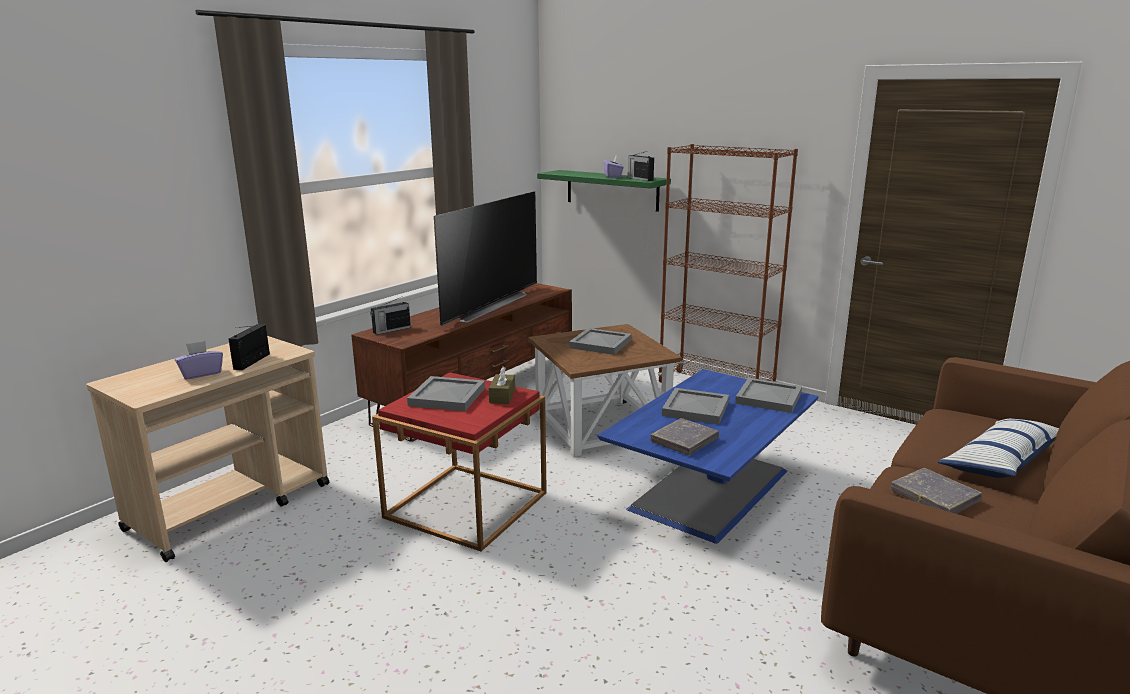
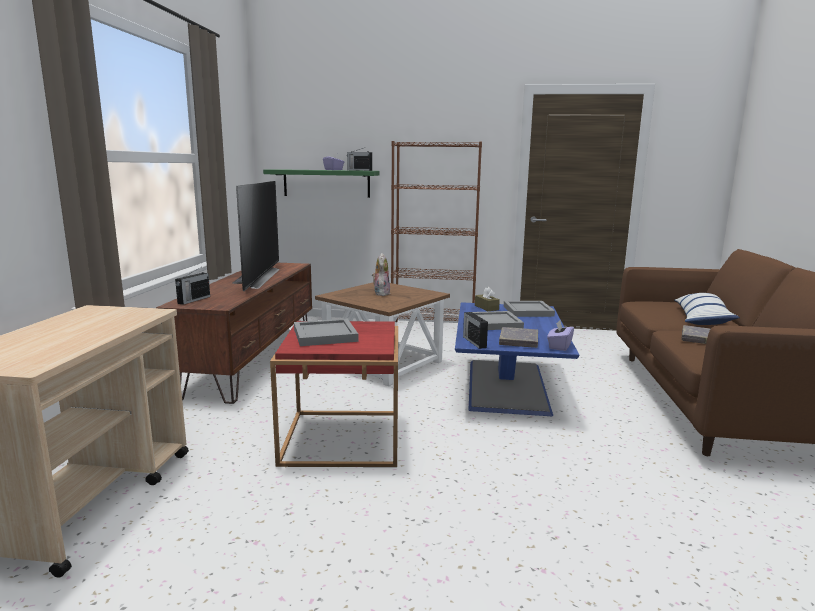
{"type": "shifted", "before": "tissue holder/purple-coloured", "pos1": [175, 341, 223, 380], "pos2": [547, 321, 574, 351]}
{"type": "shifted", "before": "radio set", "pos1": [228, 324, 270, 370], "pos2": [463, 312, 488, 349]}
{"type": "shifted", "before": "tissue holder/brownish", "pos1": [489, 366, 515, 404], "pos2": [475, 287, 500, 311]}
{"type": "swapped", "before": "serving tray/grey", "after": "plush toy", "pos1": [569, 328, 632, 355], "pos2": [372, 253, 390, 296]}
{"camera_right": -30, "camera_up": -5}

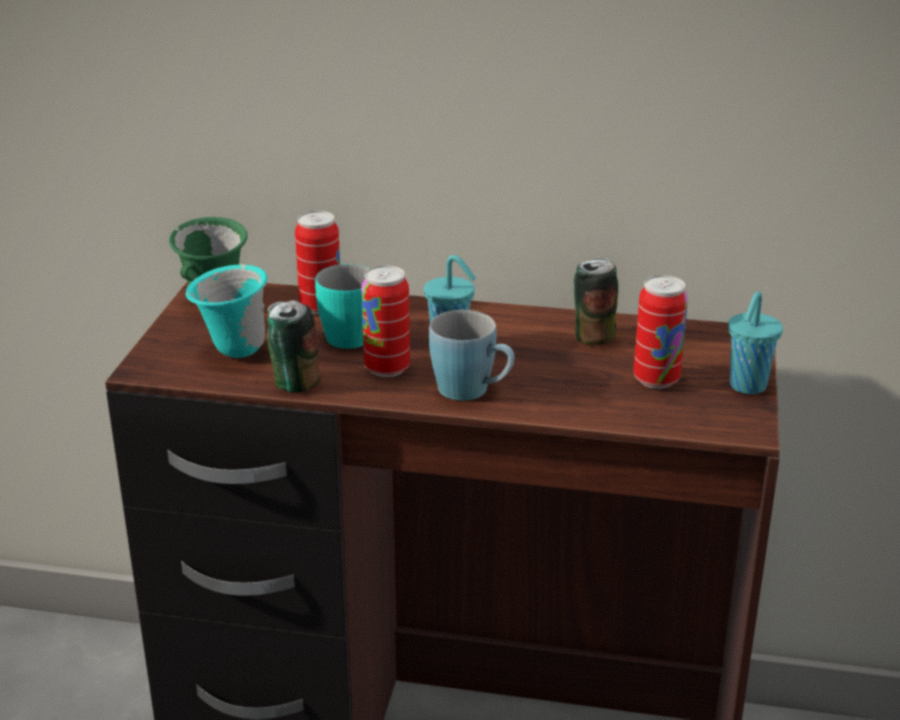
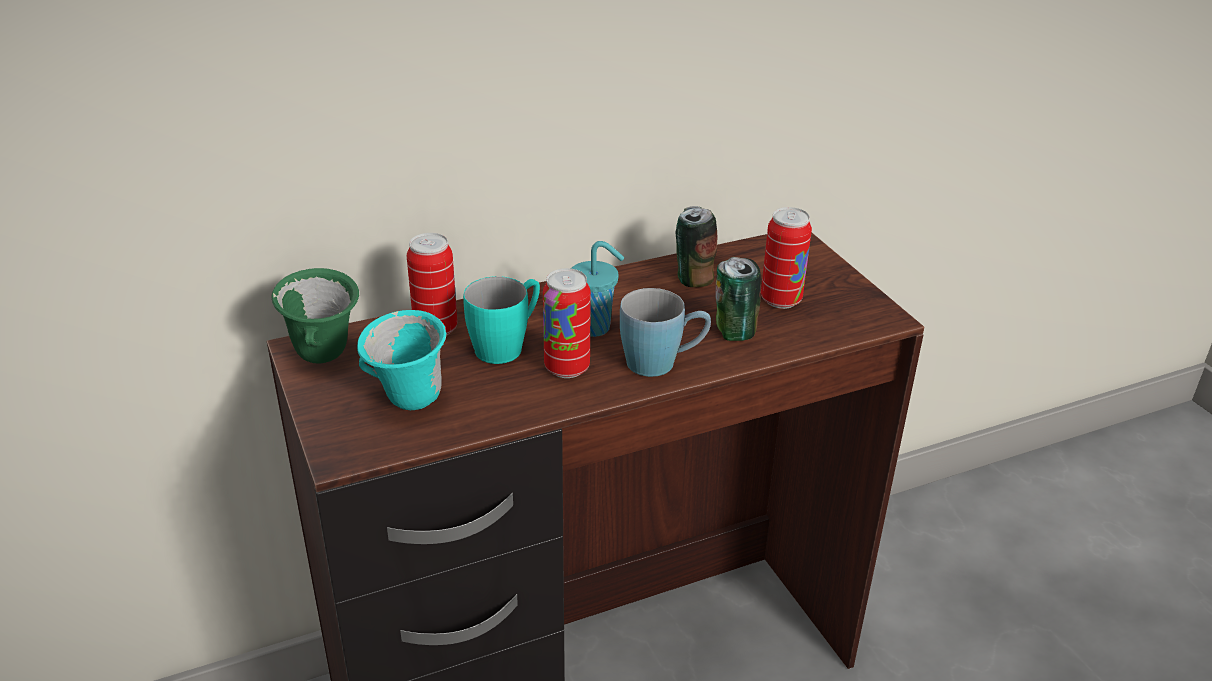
{"type": "gone", "before": "small cup/turquoise", "pos1": [728, 292, 783, 394]}
{"type": "shifted", "before": "metal can", "pos1": [267, 300, 321, 392], "pos2": [715, 257, 761, 341]}
{"camera_right": -35, "camera_up": 5}

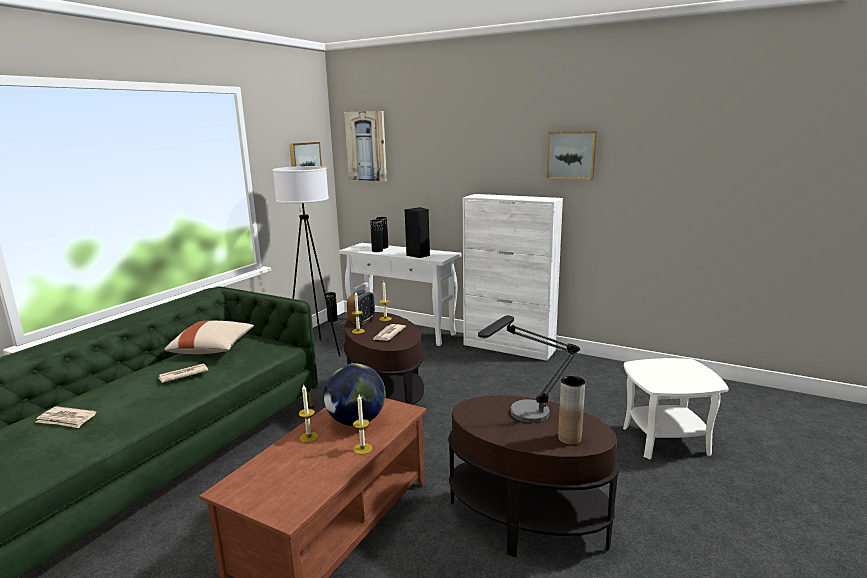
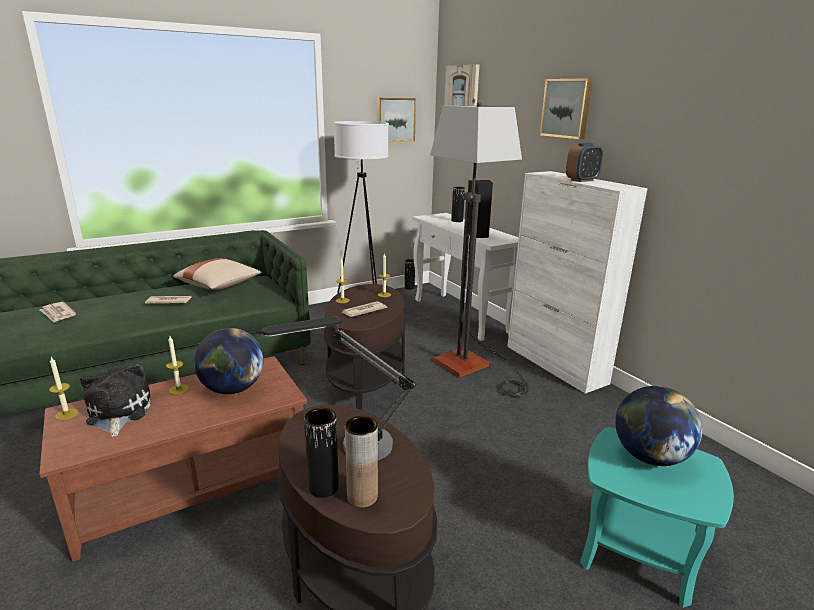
{"type": "new", "after": "plush toy", "pos2": [80, 364, 151, 437]}
{"type": "new", "after": "floor lamp", "pos2": [430, 102, 529, 397]}
{"type": "new", "after": "desk globe", "pos2": [615, 386, 702, 466]}
{"type": "shifted", "before": "table clock", "pos1": [347, 290, 375, 325], "pos2": [566, 143, 603, 182]}
{"type": "shifted", "before": "wax light", "pos1": [353, 395, 372, 455], "pos2": [49, 357, 79, 420]}
{"type": "shifted", "before": "decorative vase/black", "pos1": [370, 219, 383, 252], "pos2": [304, 408, 339, 498]}
{"type": "shifted", "before": "wall art", "pos1": [547, 131, 597, 180], "pos2": [540, 78, 593, 139]}
{"type": "repainted", "before": "accent table/white", "after": "accent table/turquoise", "pos1": [623, 358, 728, 460], "pos2": [580, 427, 734, 608]}
{"camera_right": 30, "camera_up": 5}

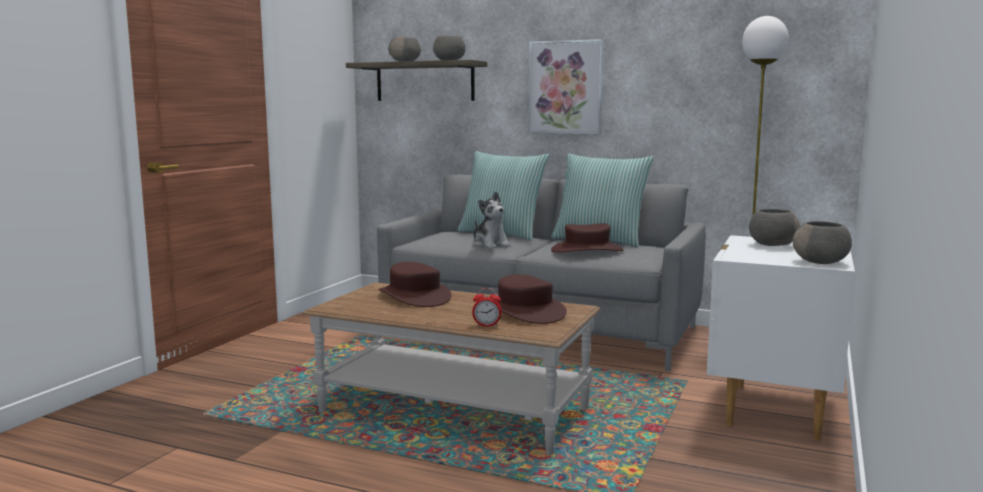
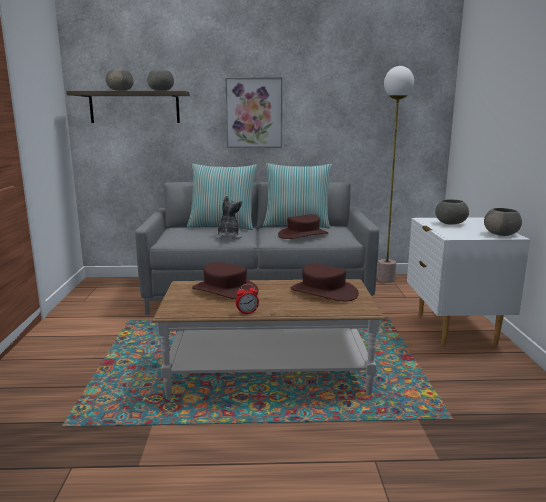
{"type": "shifted", "before": "table clock", "pos1": [472, 288, 502, 327], "pos2": [236, 284, 259, 315]}
{"type": "rotated", "before": "plush toy", "pos1": [473, 191, 511, 249], "pos2": [216, 195, 242, 239], "turn": -120}
{"camera_right": -25, "camera_up": 5}

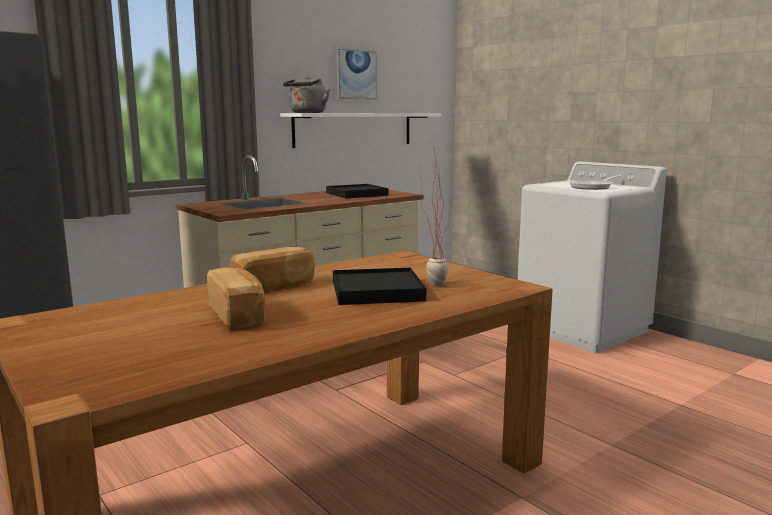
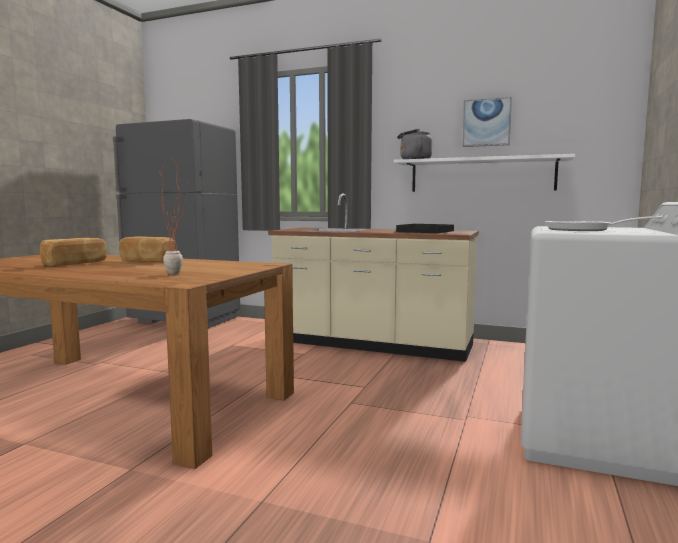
{"type": "gone", "before": "serving tray/black", "pos1": [333, 268, 426, 305]}
{"camera_right": 60, "camera_up": -5}

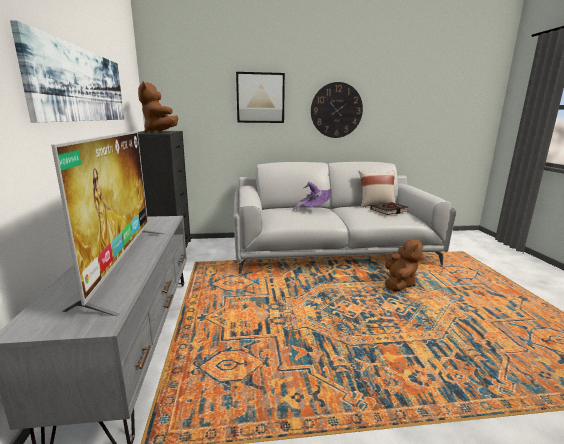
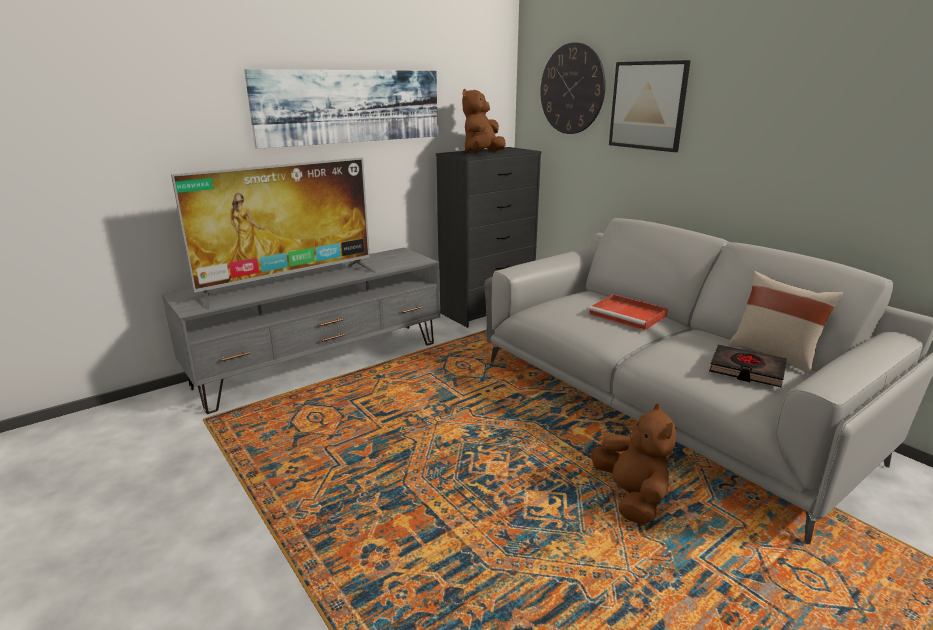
{"type": "shifted", "before": "wall clock", "pos1": [311, 82, 363, 138], "pos2": [540, 42, 606, 134]}
{"type": "swapped", "before": "wearable hat/purple-coloured", "after": "serving tray/reddish", "pos1": [293, 182, 332, 212], "pos2": [589, 294, 668, 331]}
{"type": "rotated", "before": "plush toy/brownish", "pos1": [385, 237, 423, 292], "pos2": [592, 404, 676, 525], "turn": -90}
{"camera_right": 60, "camera_up": 5}

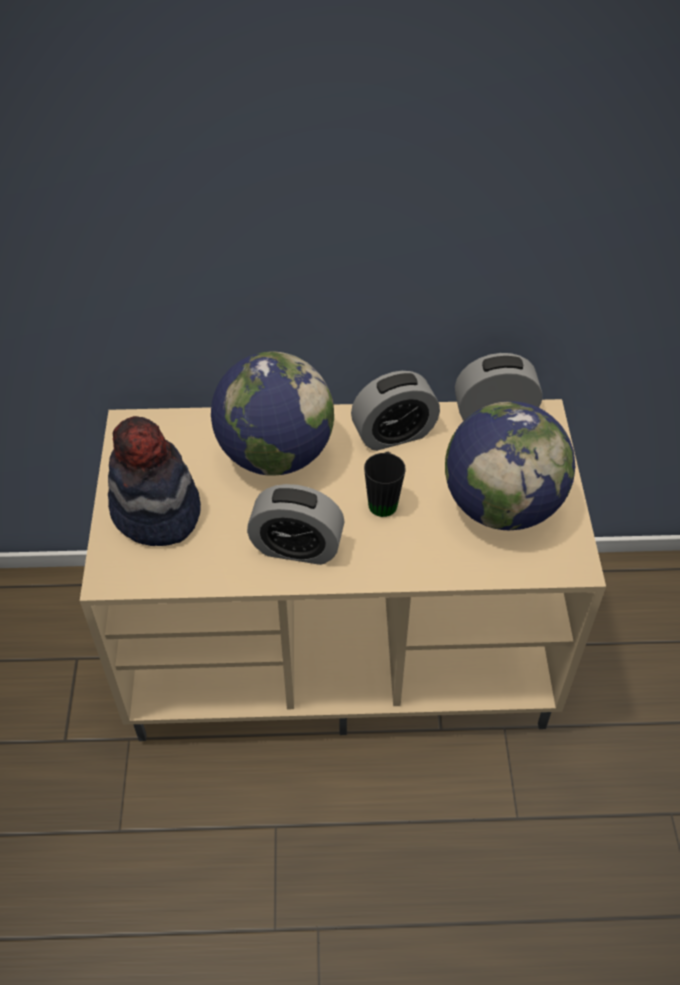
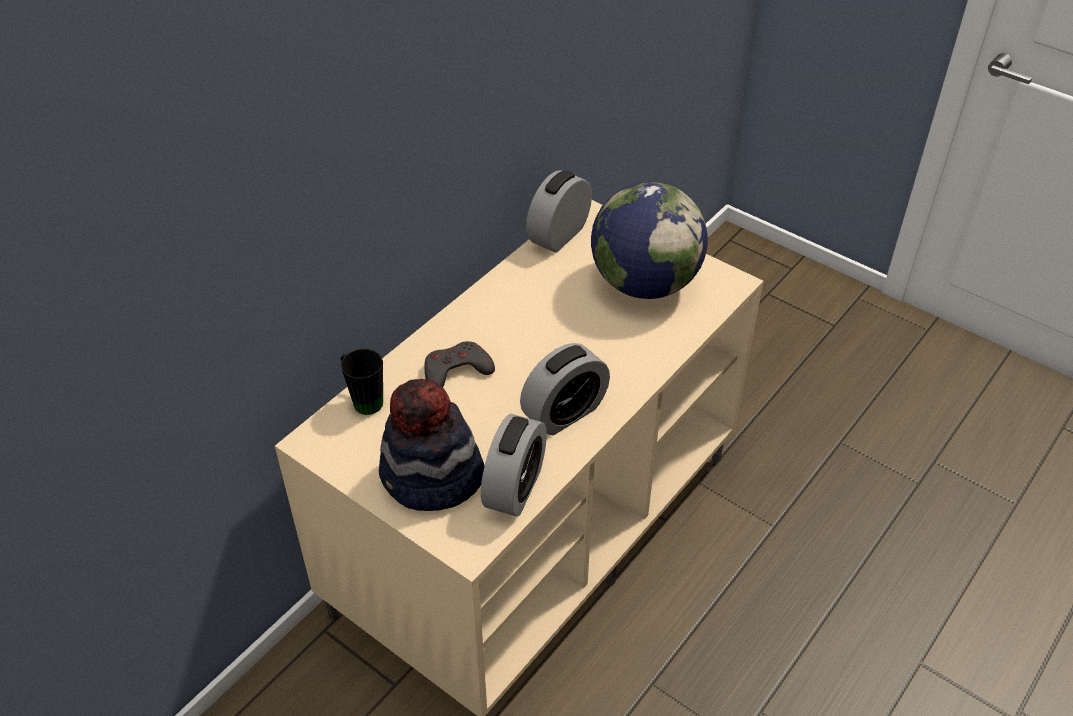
{"type": "shifted", "before": "table clock", "pos1": [351, 371, 440, 451], "pos2": [481, 414, 547, 516]}
{"type": "shifted", "before": "tea mug/black", "pos1": [364, 452, 406, 517], "pos2": [341, 349, 383, 415]}
{"type": "swapped", "before": "desk globe", "after": "game controller/grey", "pos1": [211, 352, 334, 476], "pos2": [424, 341, 495, 387]}
{"camera_right": -50, "camera_up": -5}

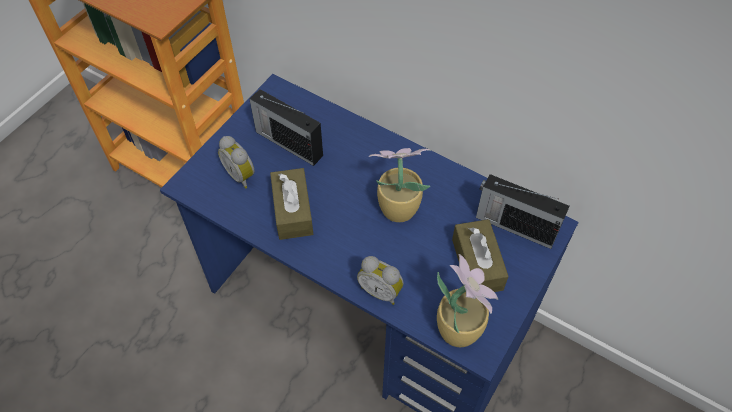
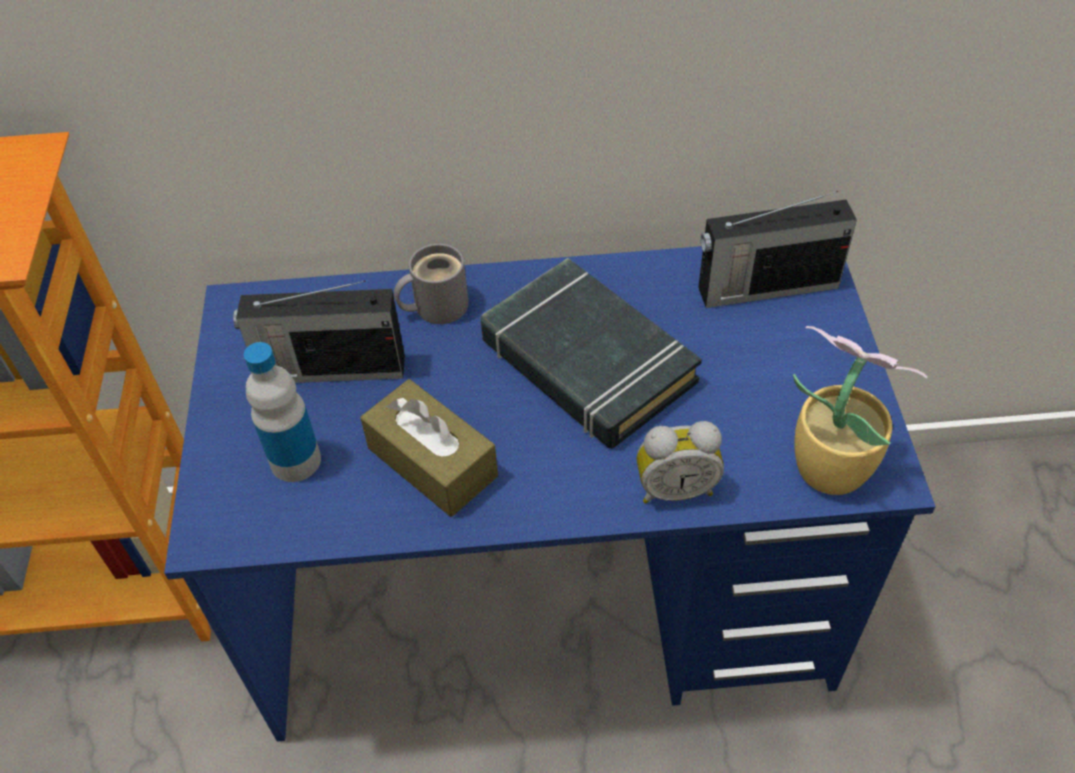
{"type": "gone", "before": "tissue holder/brownish", "pos1": [452, 219, 509, 292]}
{"type": "new", "after": "tea mug/grey", "pos2": [394, 244, 469, 324]}
{"type": "swapped", "before": "table clock", "after": "bottle", "pos1": [218, 136, 255, 189], "pos2": [244, 342, 321, 482]}
{"type": "swapped", "before": "plant in a pot", "after": "book/black", "pos1": [369, 148, 430, 222], "pos2": [481, 258, 702, 449]}
{"camera_right": -35, "camera_up": -5}

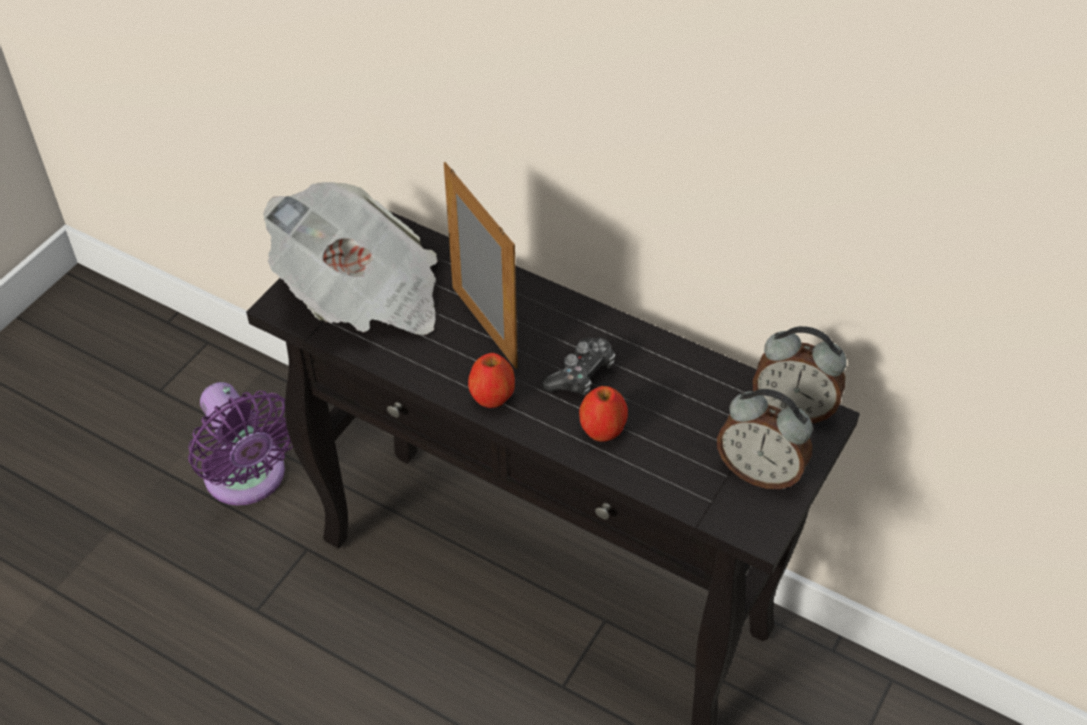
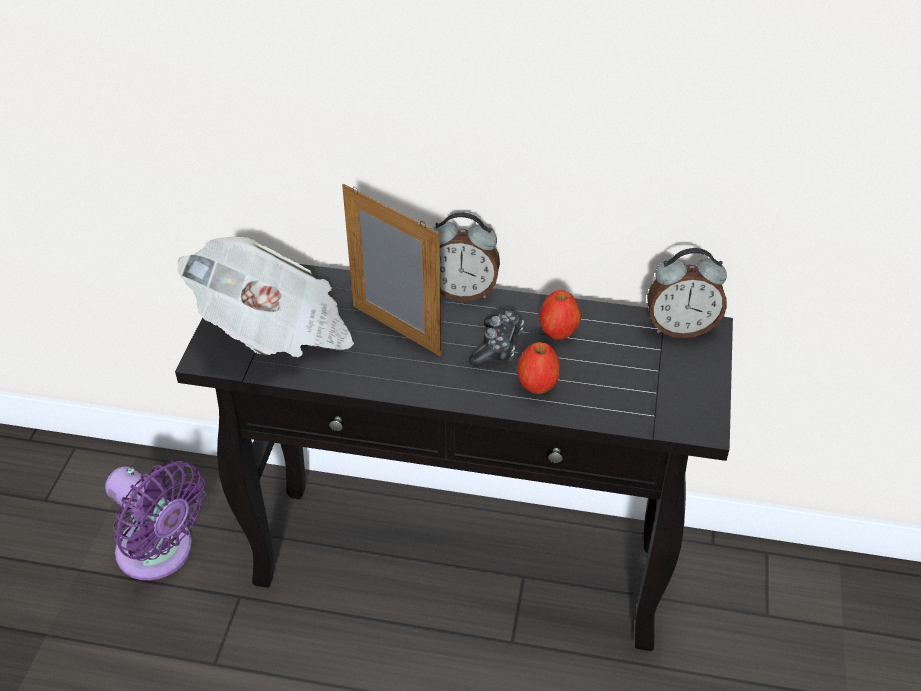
{"type": "shifted", "before": "whole apple", "pos1": [468, 353, 515, 408], "pos2": [539, 290, 581, 340]}
{"type": "shifted", "before": "table clock", "pos1": [717, 389, 813, 489], "pos2": [432, 212, 500, 301]}
{"camera_right": -20, "camera_up": -5}

